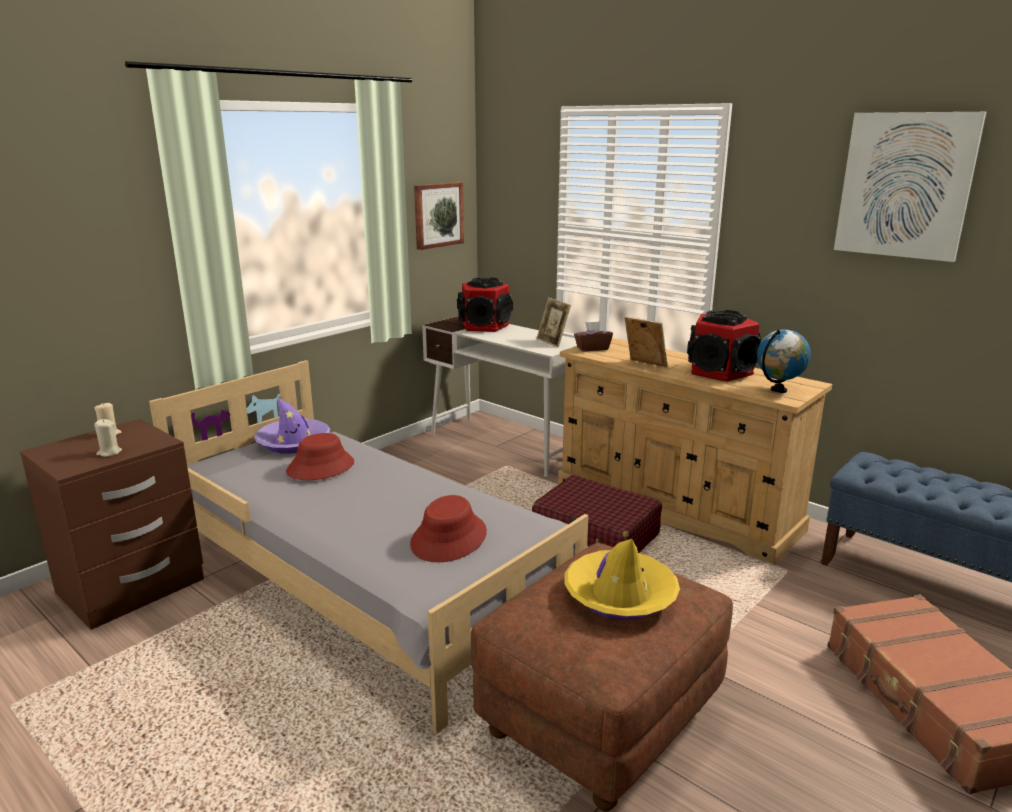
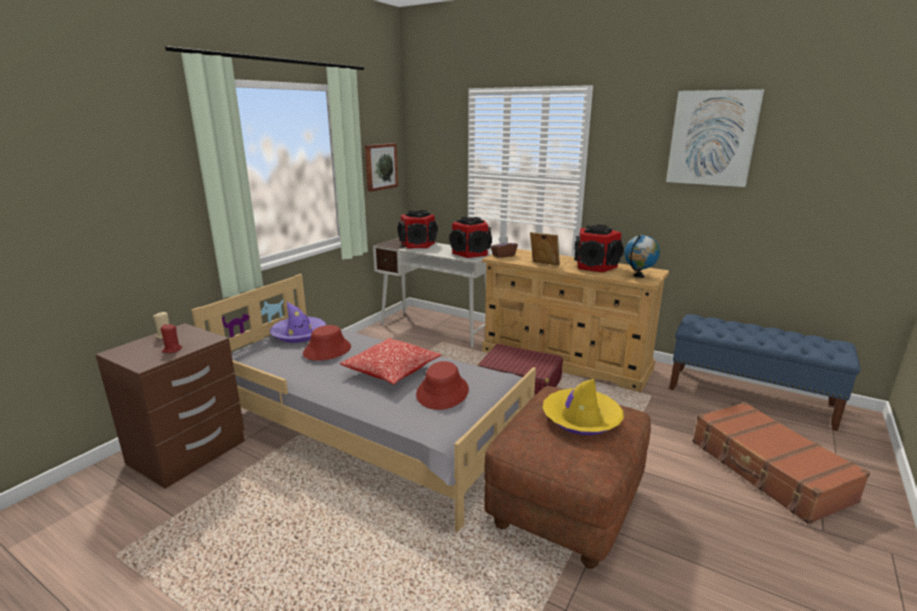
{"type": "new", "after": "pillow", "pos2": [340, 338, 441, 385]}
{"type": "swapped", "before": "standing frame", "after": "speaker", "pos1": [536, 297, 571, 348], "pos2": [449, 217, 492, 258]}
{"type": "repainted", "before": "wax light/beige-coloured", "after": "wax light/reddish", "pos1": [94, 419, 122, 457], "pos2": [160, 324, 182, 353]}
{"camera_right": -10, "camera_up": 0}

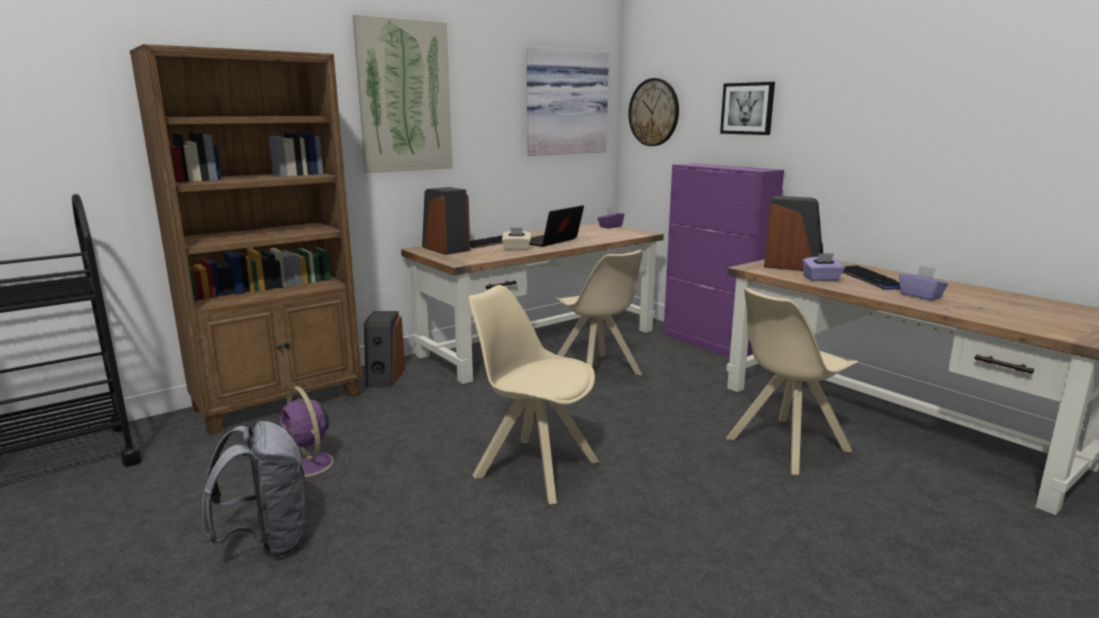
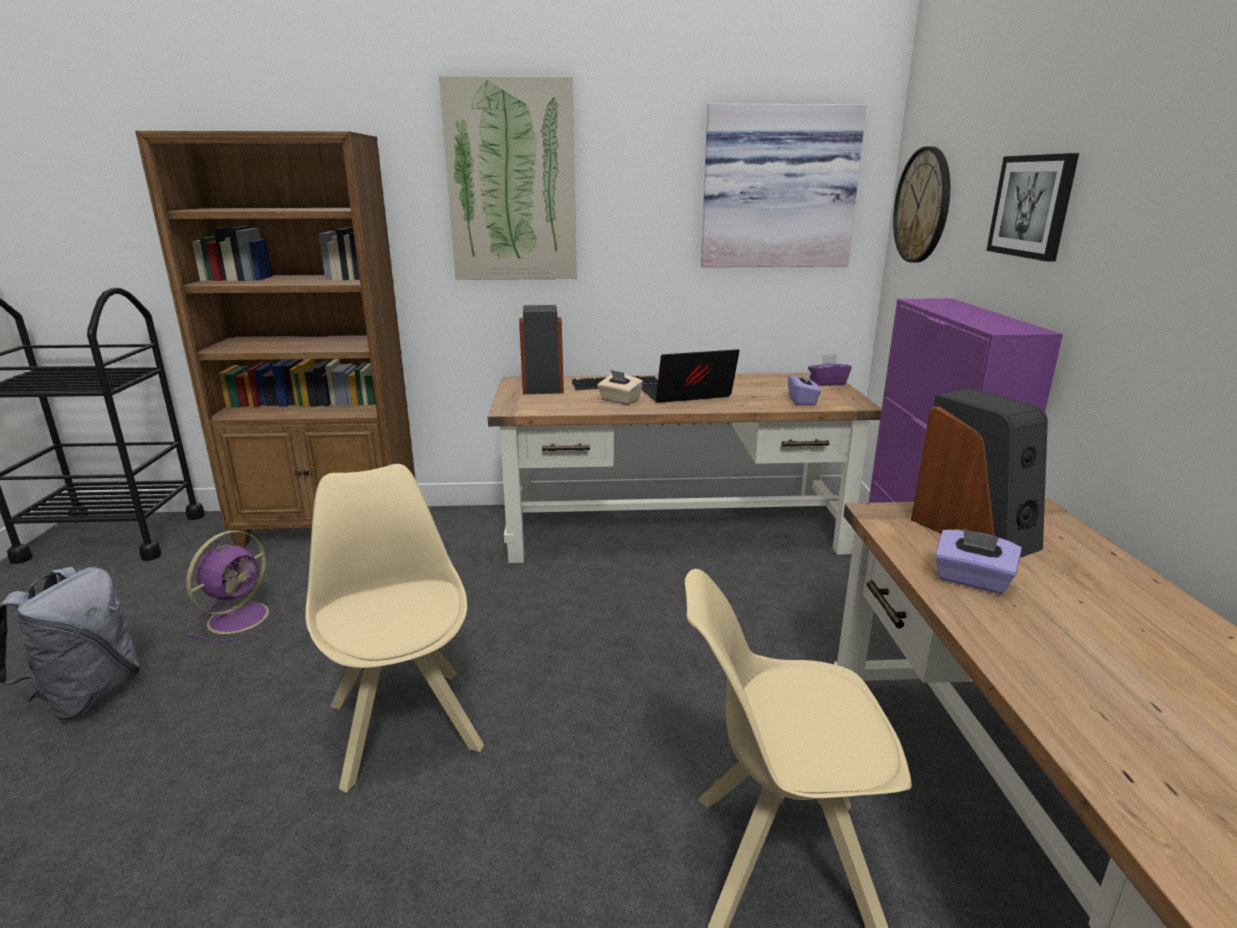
{"type": "gone", "before": "speaker", "pos1": [364, 311, 405, 387]}
{"type": "gone", "before": "chair/beige-coloured", "pos1": [555, 250, 643, 375]}
{"type": "gone", "before": "PC keyboard", "pos1": [842, 265, 900, 290]}
{"type": "shifted", "before": "tissue holder/purple-coloured", "pos1": [899, 265, 948, 301], "pos2": [788, 369, 821, 406]}
{"type": "rotated", "before": "cooling fan/purple-coloured", "pos1": [280, 386, 348, 484], "pos2": [186, 530, 285, 641], "turn": -150}
{"camera_right": 35, "camera_up": 5}

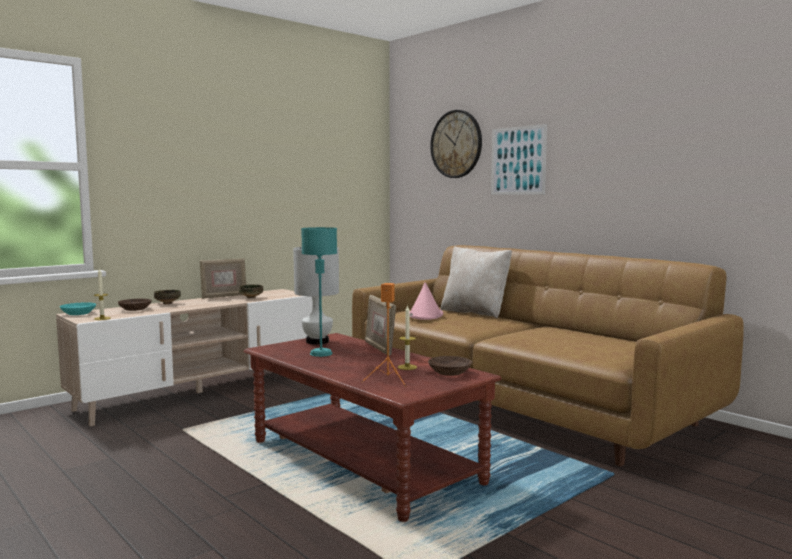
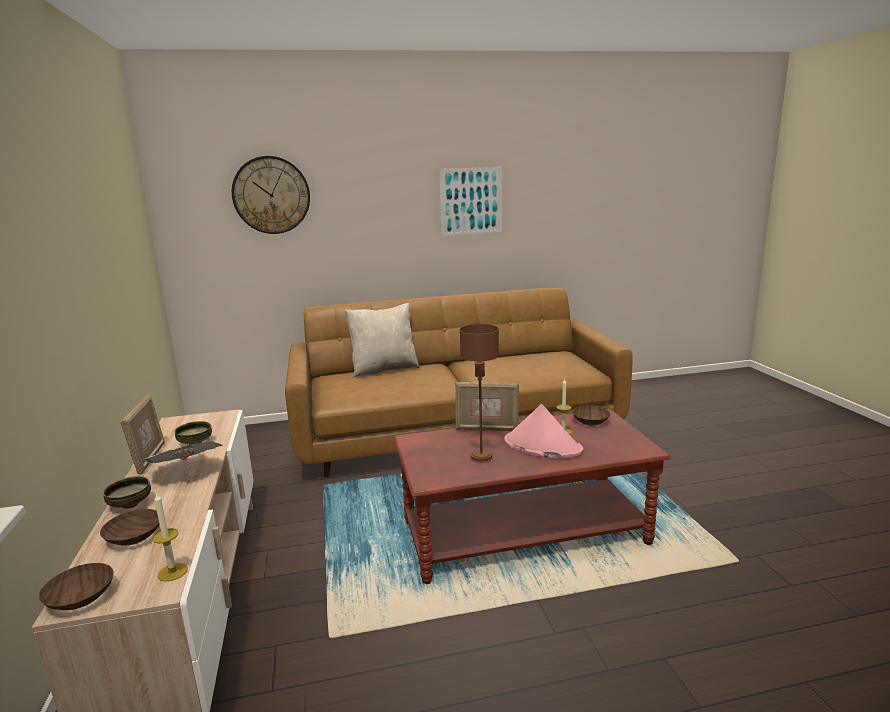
{"type": "gone", "before": "lamp for a table/white", "pos1": [293, 247, 339, 344]}
{"type": "gone", "before": "speaker/orangey", "pos1": [362, 283, 406, 387]}
{"type": "new", "after": "newspaper", "pos2": [141, 442, 222, 463]}
{"type": "shifted", "before": "wearable hat/pinkish", "pos1": [410, 282, 443, 320], "pos2": [504, 404, 583, 458]}
{"type": "shifted", "before": "wall art", "pos1": [491, 124, 547, 194], "pos2": [439, 167, 502, 236]}
{"type": "repainted", "before": "deep dish/turquoise", "after": "deep dish/brownish", "pos1": [60, 302, 96, 315], "pos2": [39, 563, 114, 610]}
{"type": "repainted", "before": "lamp for a table/turquoise", "after": "lamp for a table/brownish", "pos1": [301, 227, 337, 357], "pos2": [460, 324, 499, 463]}
{"camera_right": -60, "camera_up": 10}

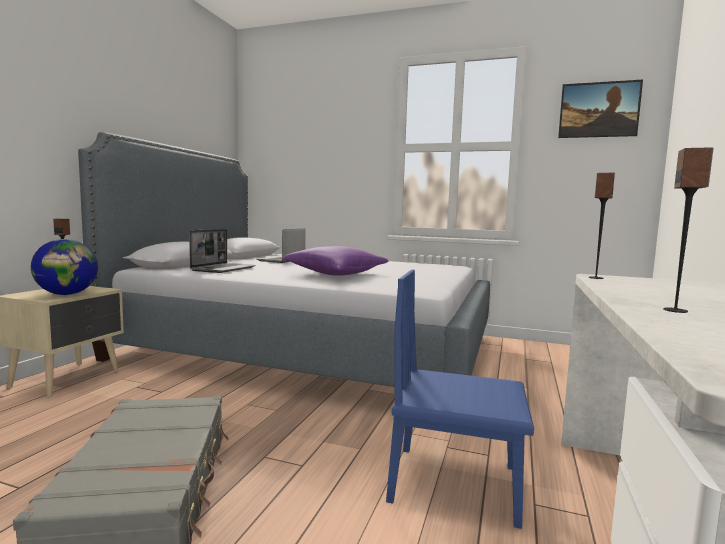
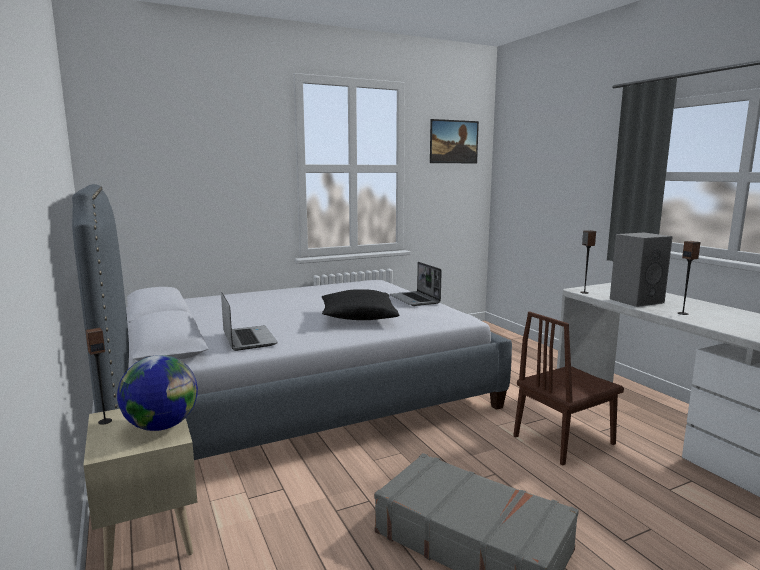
{"type": "new", "after": "speaker/grey", "pos2": [610, 233, 673, 307]}
{"type": "shifted", "before": "laptop", "pos1": [256, 229, 305, 263], "pos2": [390, 262, 442, 306]}
{"type": "repainted", "before": "pillow/purple-coloured", "after": "pillow/black", "pos1": [282, 246, 388, 276], "pos2": [322, 289, 399, 320]}
{"type": "repainted", "before": "chair/blue-coloured", "after": "chair/brownish", "pos1": [386, 270, 534, 529], "pos2": [513, 311, 624, 466]}
{"camera_right": -45, "camera_up": 5}

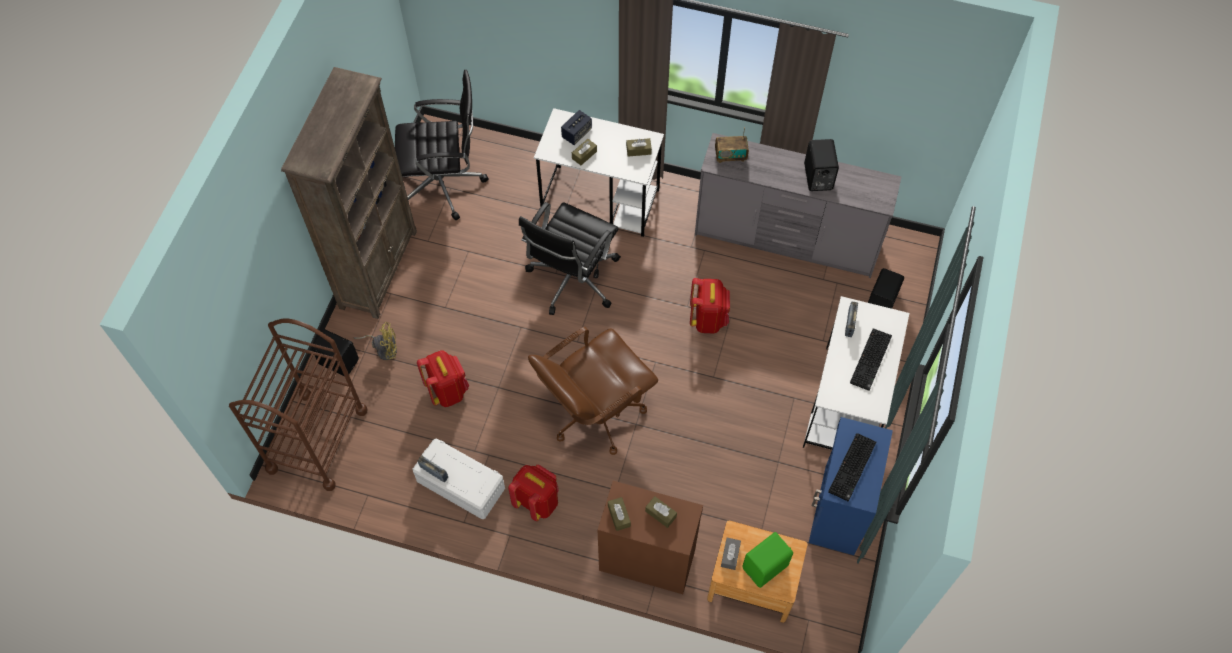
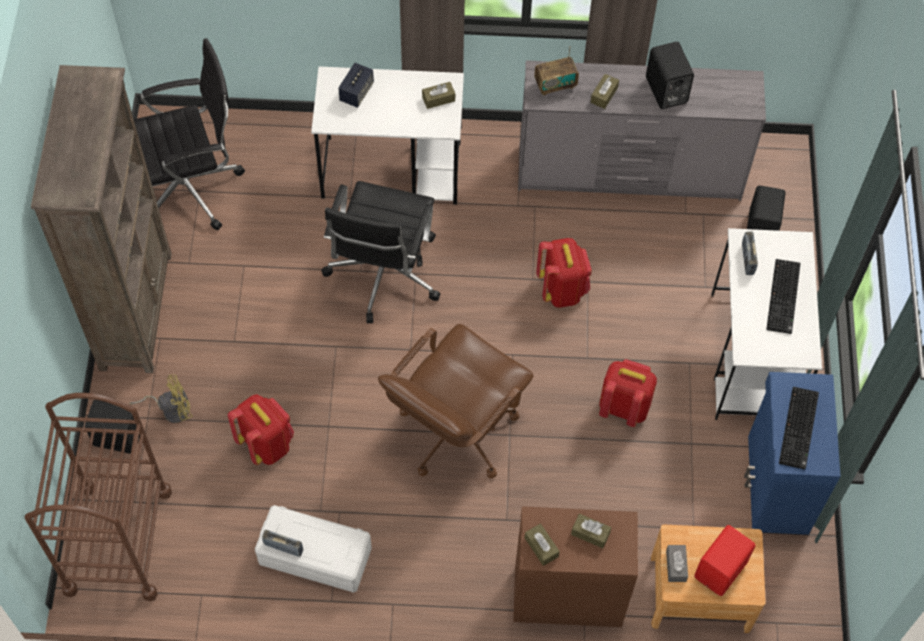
{"type": "shifted", "before": "rucksack/reddish", "pos1": [508, 464, 559, 521], "pos2": [599, 359, 657, 427]}
{"type": "shifted", "before": "tissue holder/brownish", "pos1": [572, 139, 597, 165], "pos2": [590, 74, 619, 109]}
{"type": "repainted", "before": "speaker/greenish", "after": "speaker/reddish", "pos1": [742, 532, 793, 588], "pos2": [694, 525, 756, 596]}
{"camera_right": -15, "camera_up": 0}

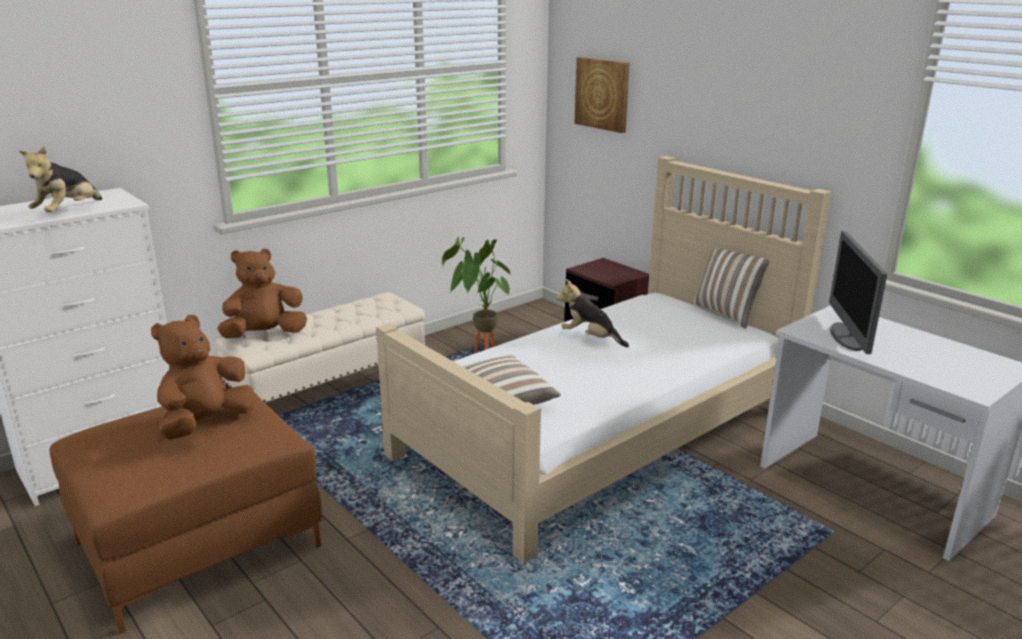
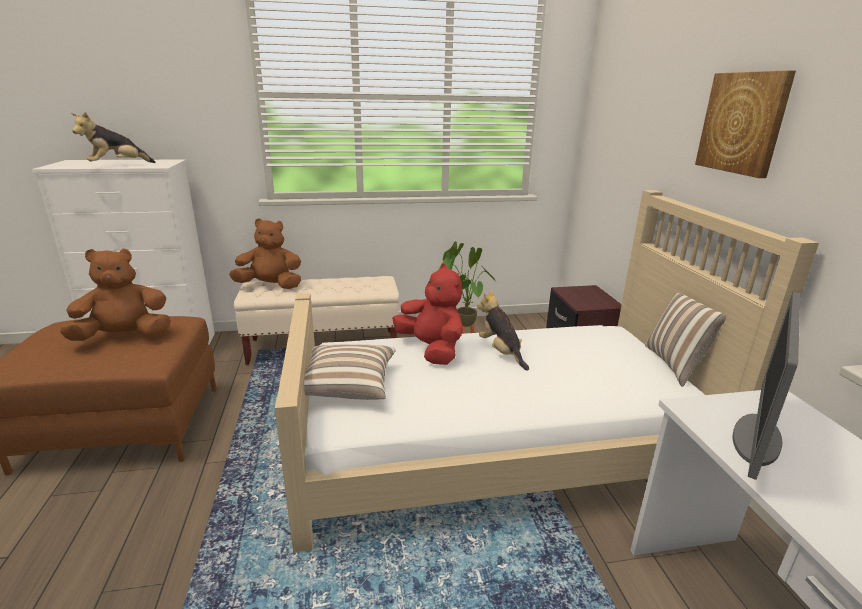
{"type": "new", "after": "plush toy/reddish", "pos2": [392, 263, 463, 365]}
{"type": "shifted", "before": "wall art", "pos1": [574, 57, 630, 133], "pos2": [695, 70, 796, 178]}
{"camera_right": 30, "camera_up": 0}

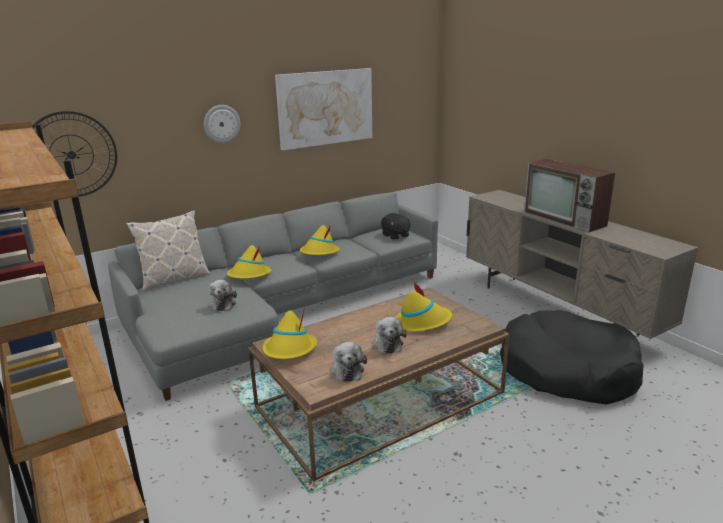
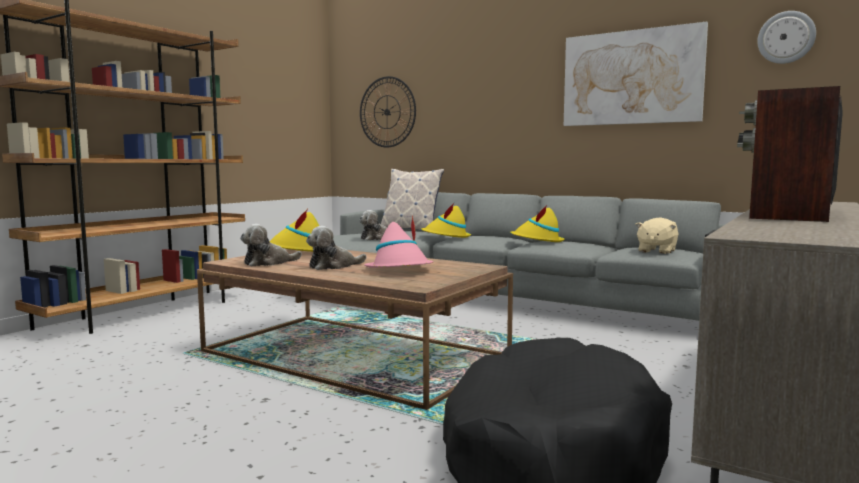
{"type": "shifted", "before": "wall clock", "pos1": [204, 105, 240, 143], "pos2": [757, 11, 816, 64]}
{"type": "repainted", "before": "plush toy/black", "after": "plush toy/beige-coloured", "pos1": [381, 213, 411, 240], "pos2": [635, 217, 679, 254]}
{"type": "repainted", "before": "wearable hat/yellow-coloured", "after": "wearable hat/pinkish", "pos1": [396, 281, 452, 331], "pos2": [364, 216, 433, 268]}
{"camera_right": 65, "camera_up": -15}

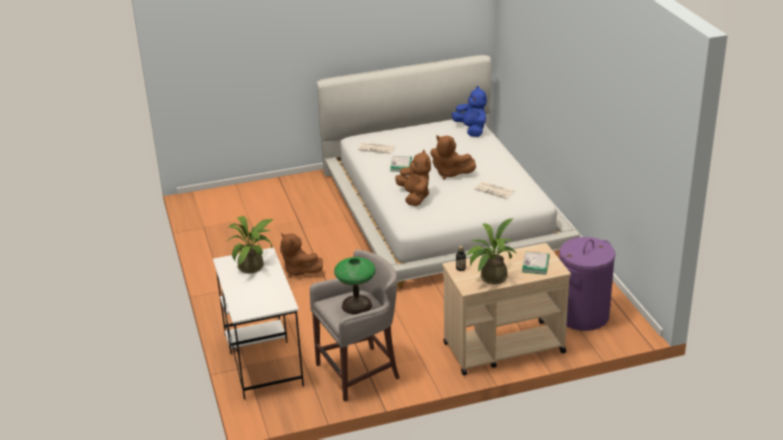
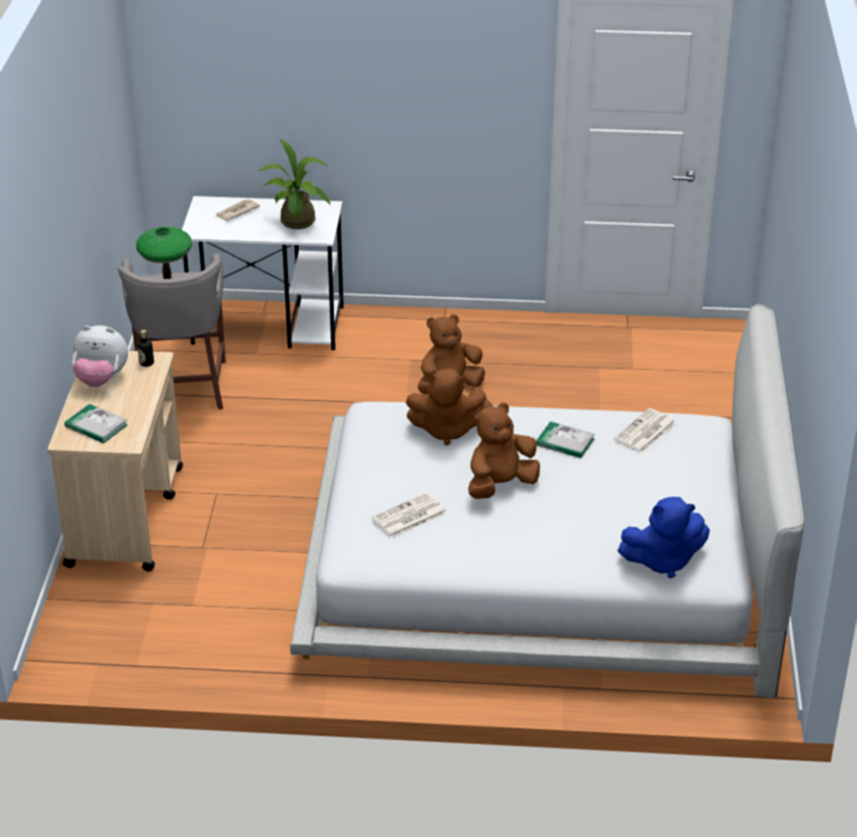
{"type": "gone", "before": "washing basket/purple-coloured", "pos1": [559, 237, 615, 331]}
{"type": "new", "after": "newspaper", "pos2": [216, 199, 260, 221]}
{"type": "swapped", "before": "plant in a pot", "after": "plush toy", "pos1": [465, 218, 517, 284], "pos2": [72, 325, 128, 387]}
{"camera_right": 110, "camera_up": 5}

